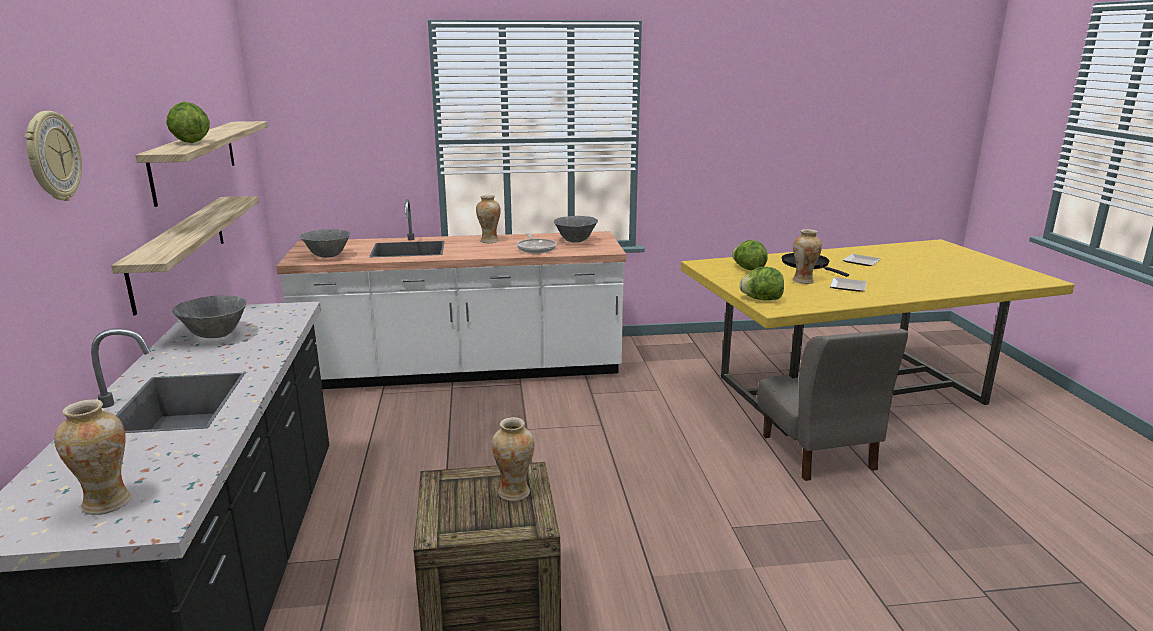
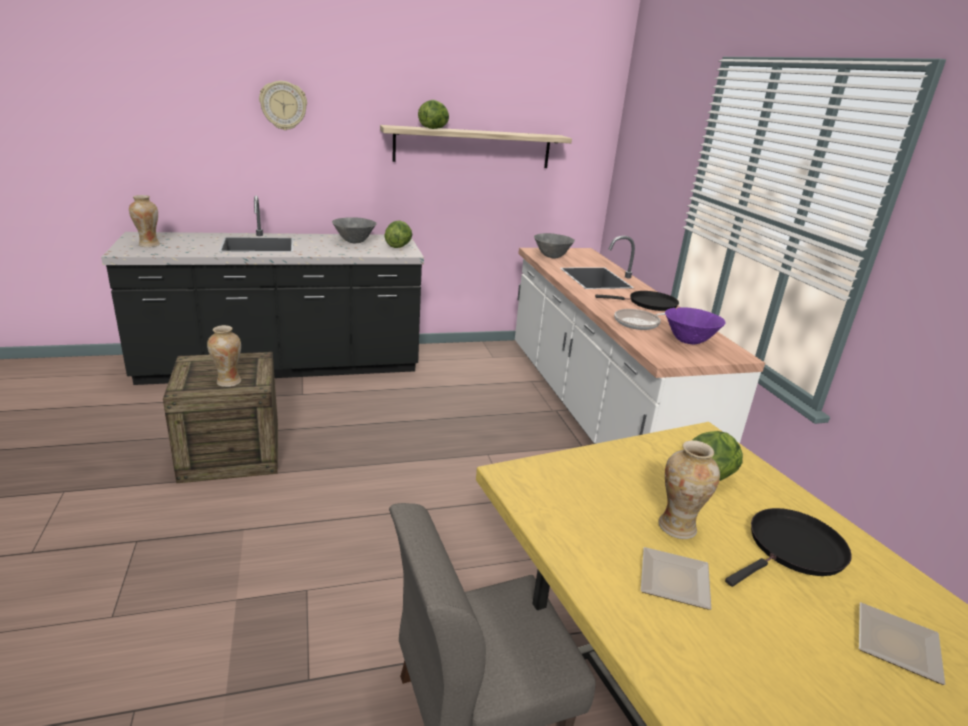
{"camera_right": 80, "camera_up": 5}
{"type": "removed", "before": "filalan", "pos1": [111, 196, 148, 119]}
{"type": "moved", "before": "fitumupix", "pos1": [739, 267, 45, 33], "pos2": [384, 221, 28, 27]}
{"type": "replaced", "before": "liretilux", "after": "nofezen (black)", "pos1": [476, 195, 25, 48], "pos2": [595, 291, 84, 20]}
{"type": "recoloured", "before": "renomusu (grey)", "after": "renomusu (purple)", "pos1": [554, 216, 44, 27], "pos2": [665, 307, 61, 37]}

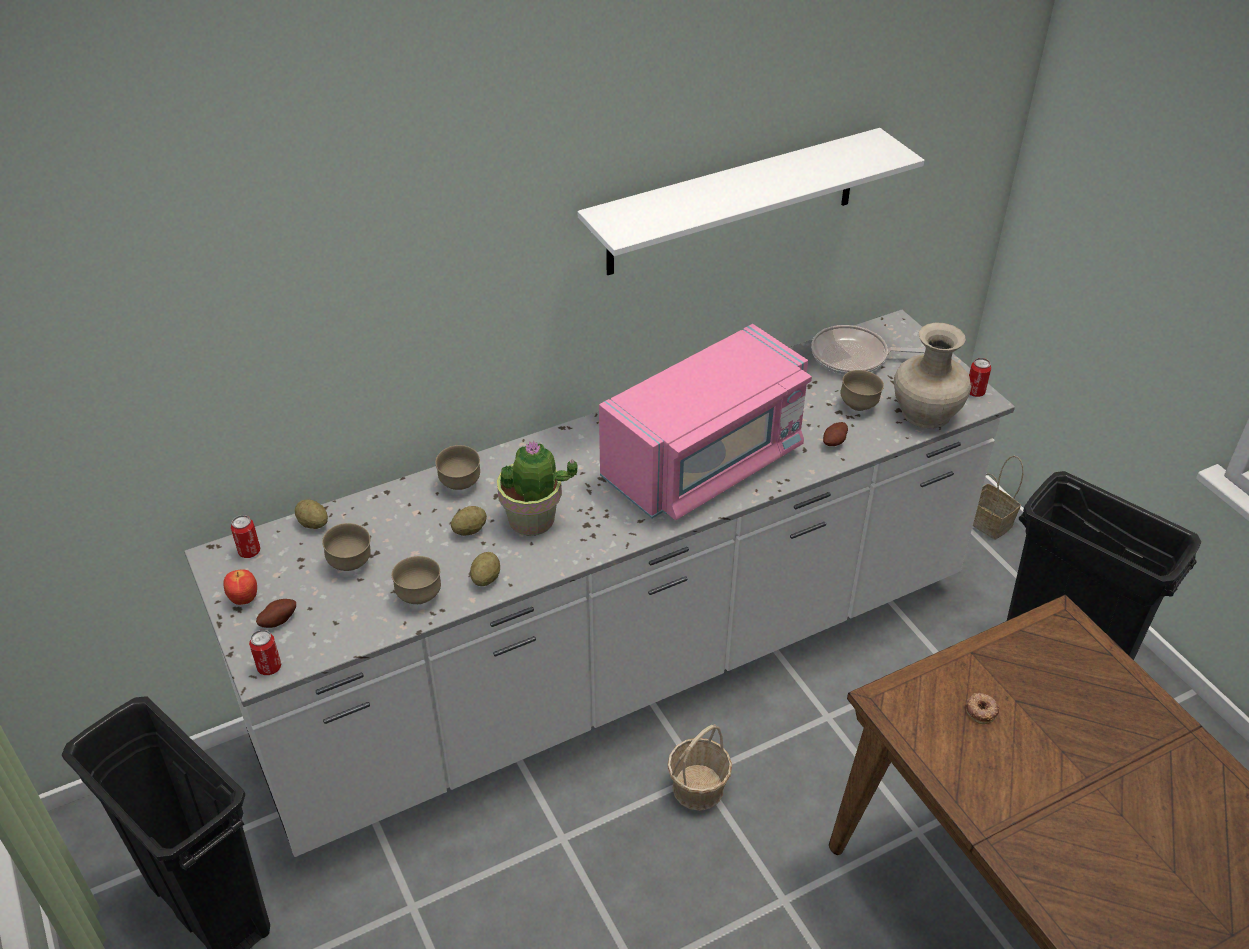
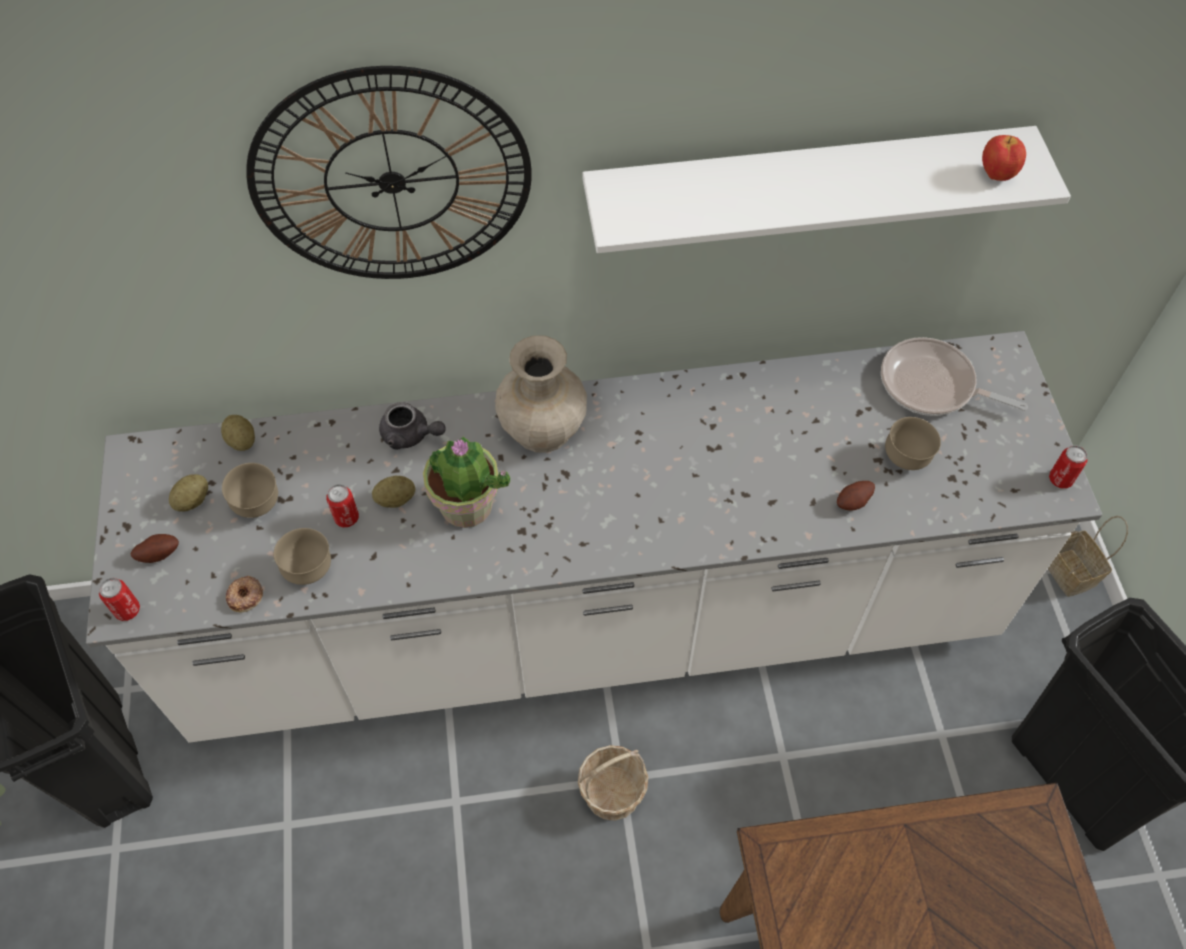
{"camera_right": 20, "camera_up": 15}
{"type": "removed", "before": "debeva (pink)", "pos1": [599, 324, 213, 196]}
{"type": "added", "after": "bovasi", "pos2": [246, 66, 286, 213]}
{"type": "moved", "before": "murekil", "pos1": [223, 569, 34, 36], "pos2": [982, 135, 44, 46]}
{"type": "moved", "before": "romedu", "pos1": [231, 515, 29, 43], "pos2": [326, 484, 33, 43]}
{"type": "moved", "before": "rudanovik", "pos1": [470, 552, 30, 34], "pos2": [169, 474, 39, 38]}
{"type": "moved", "before": "liretilux (beige)", "pos1": [894, 322, 77, 107], "pos2": [495, 335, 92, 118]}
{"type": "moved", "before": "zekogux", "pos1": [966, 693, 33, 31], "pos2": [226, 576, 37, 36]}
{"type": "replaced", "before": "renomusu (brown)", "after": "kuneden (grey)", "pos1": [435, 445, 45, 45], "pos2": [379, 402, 67, 48]}

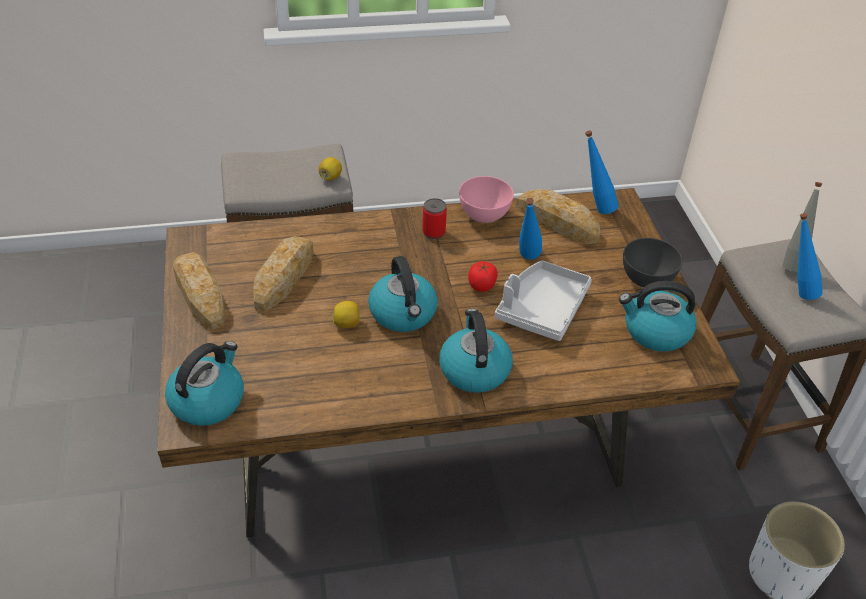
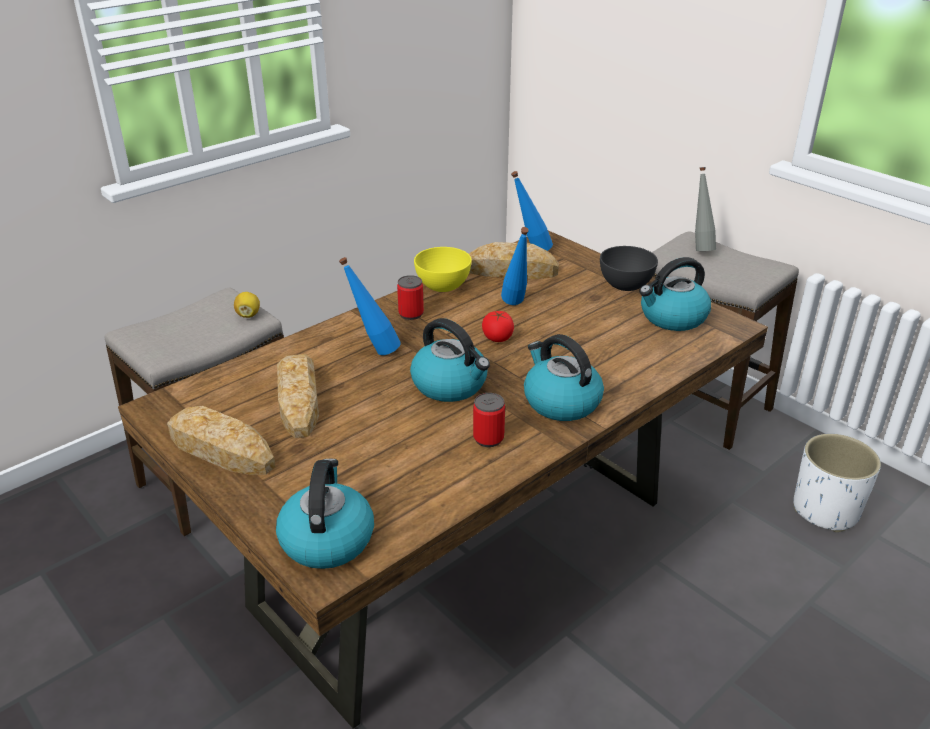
{"camera_right": -30, "camera_up": -10}
{"type": "removed", "before": "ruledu", "pos1": [332, 301, 28, 27]}
{"type": "removed", "before": "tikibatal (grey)", "pos1": [495, 261, 97, 80]}
{"type": "added", "after": "romedu", "pos2": [473, 393, 32, 54]}
{"type": "moved", "before": "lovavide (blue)", "pos1": [797, 213, 26, 87], "pos2": [339, 257, 62, 98]}
{"type": "recoloured", "before": "renomusu (pink)", "after": "renomusu (yellow)", "pos1": [459, 176, 55, 47], "pos2": [414, 247, 58, 45]}

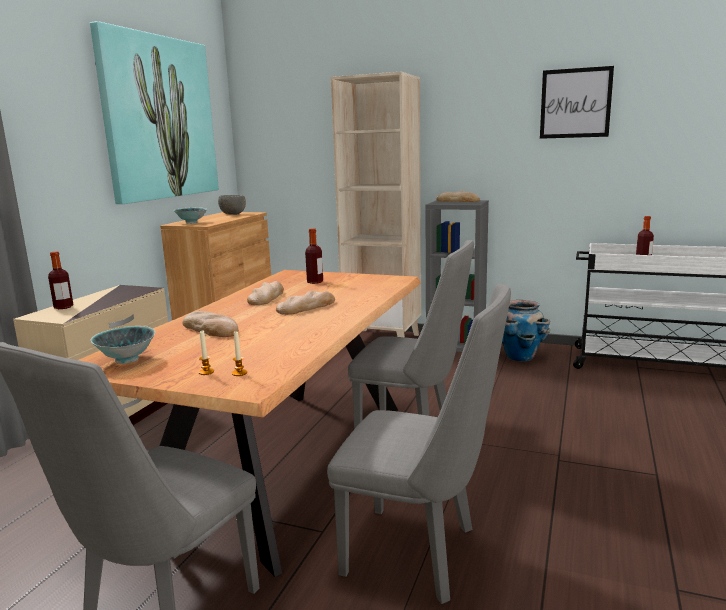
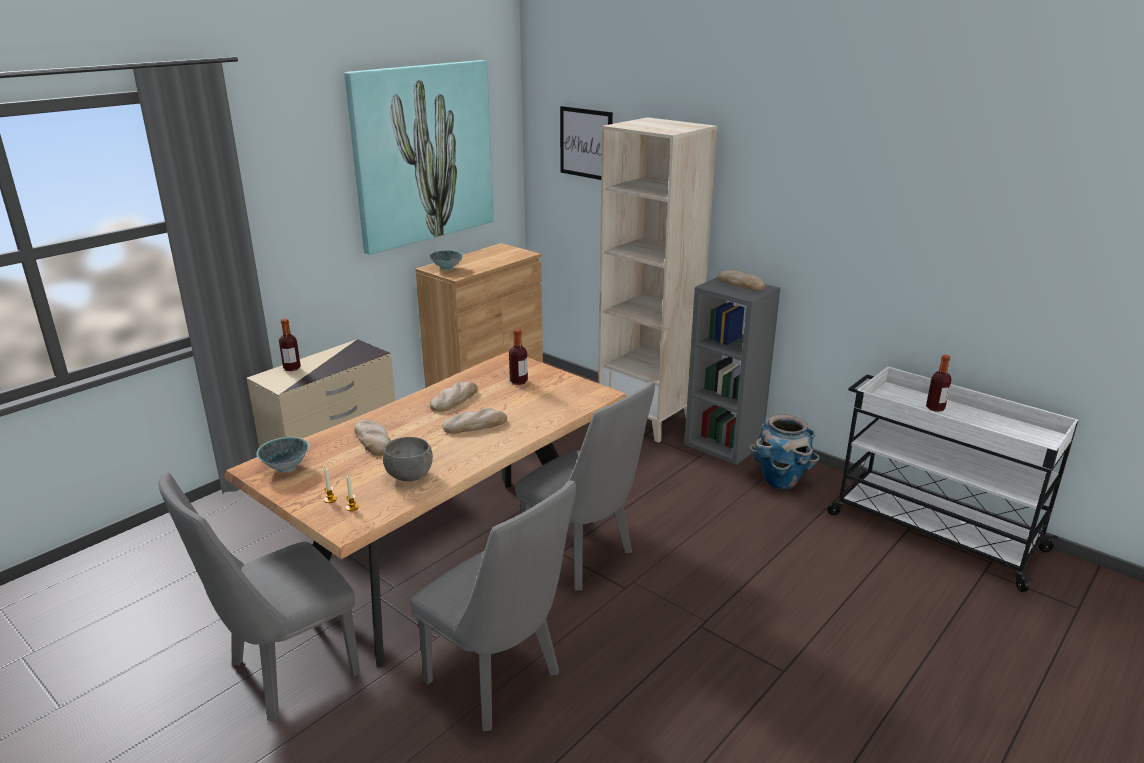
{"camera_right": 20, "camera_up": 10}
{"type": "moved", "before": "renomusu (grey)", "pos1": [218, 195, 28, 20], "pos2": [383, 437, 50, 44]}
{"type": "moved", "before": "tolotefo", "pos1": [540, 66, 74, 73], "pos2": [560, 106, 53, 74]}

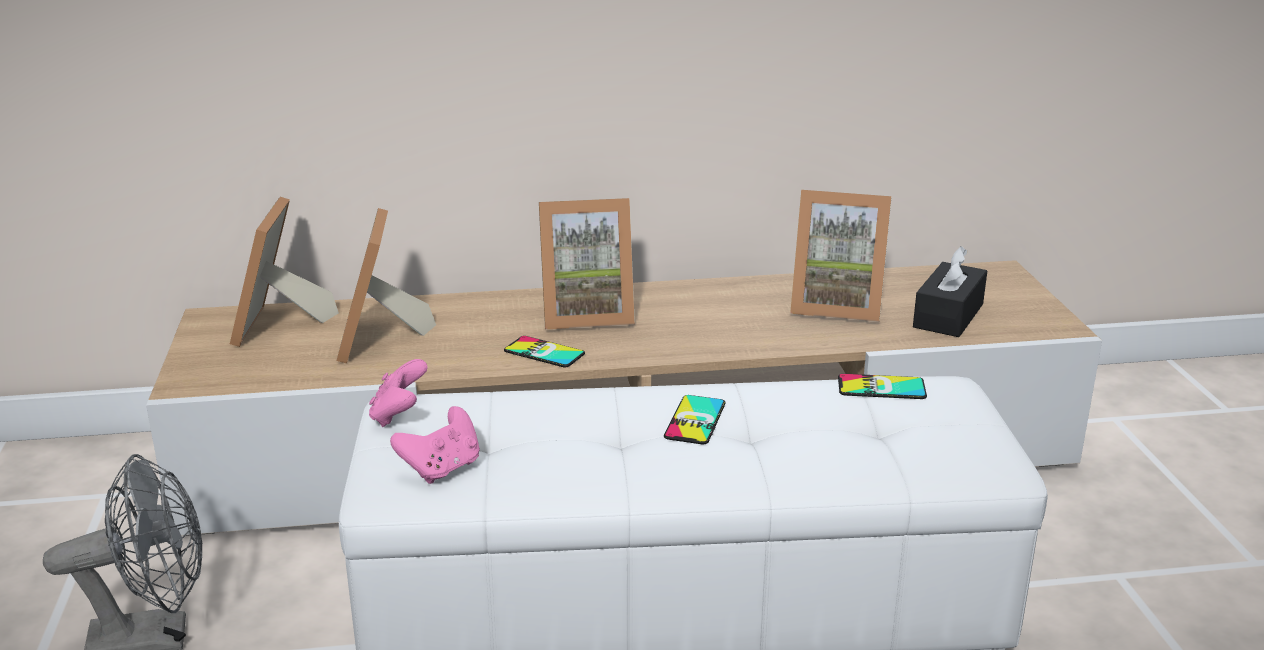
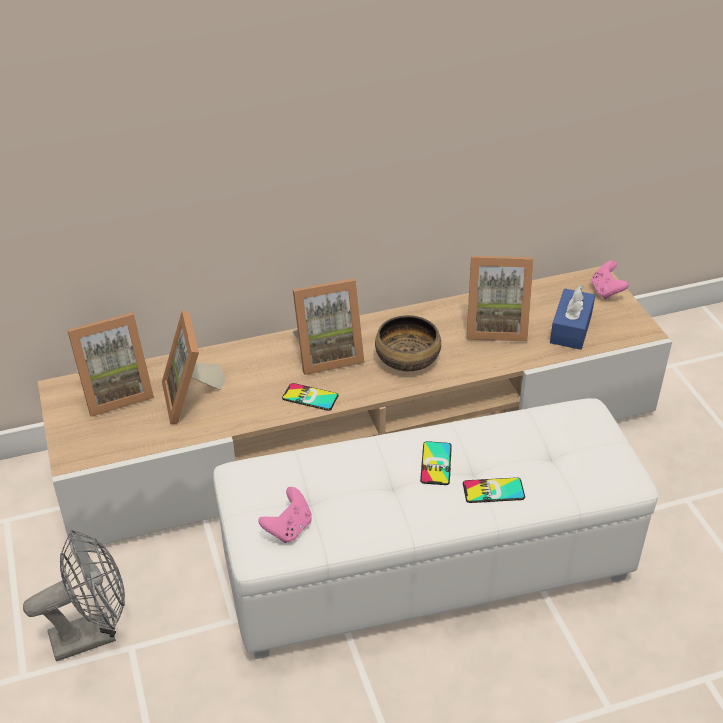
{"camera_right": -10, "camera_up": 15}
{"type": "added", "after": "renomusu", "pos2": [375, 315, 66, 56]}
{"type": "moved", "before": "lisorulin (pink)", "pos1": [369, 359, 59, 68], "pos2": [591, 260, 38, 40]}
{"type": "moved", "before": "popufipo", "pos1": [838, 374, 89, 25], "pos2": [463, 477, 62, 26]}
{"type": "recoloured", "before": "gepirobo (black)", "after": "gepirobo (blue)", "pos1": [913, 246, 74, 91], "pos2": [550, 285, 45, 65]}
{"type": "turned", "before": "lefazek", "pos1": [230, 197, 109, 150], "pos2": [67, 312, 87, 105], "turn": -105}

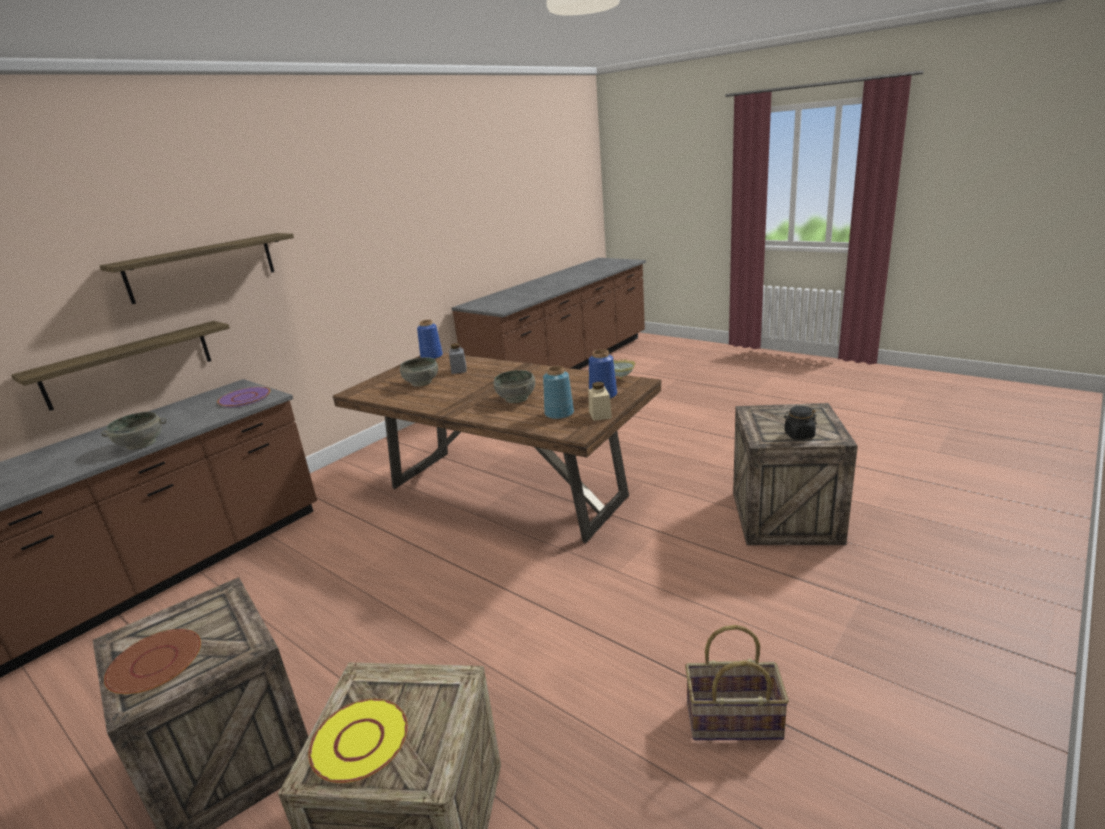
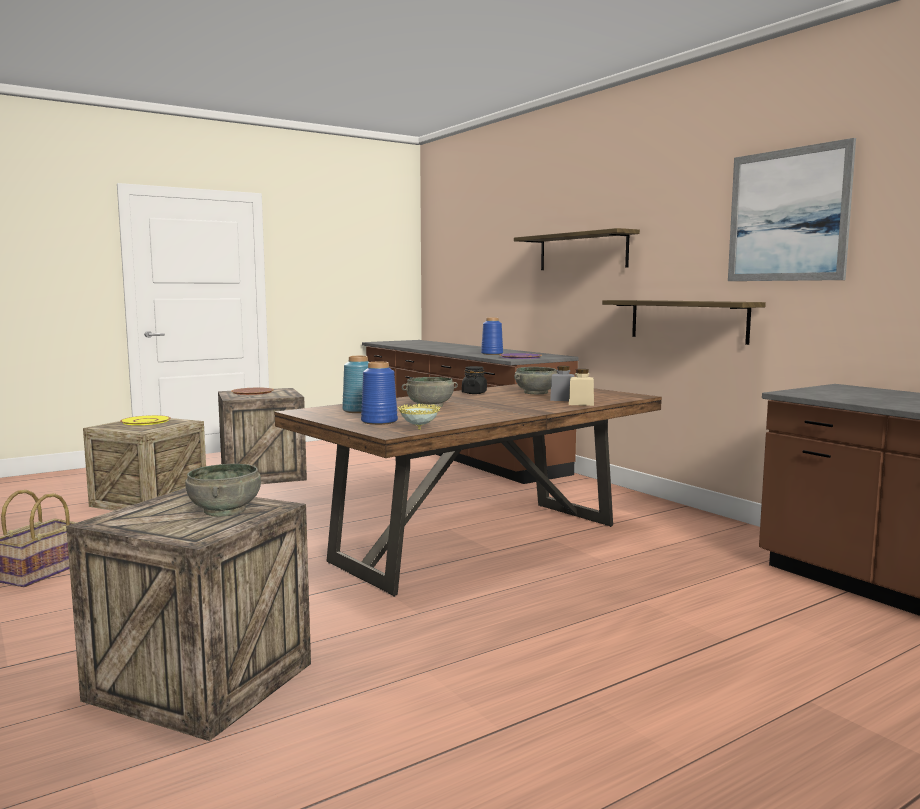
{"camera_right": 105, "camera_up": -15}
{"type": "added", "after": "tolotefo", "pos2": [728, 138, 128, 143]}
{"type": "moved", "before": "filalan", "pos1": [11, 321, 219, 90], "pos2": [602, 300, 164, 45]}
{"type": "moved", "before": "renomusu (grey)", "pos1": [101, 412, 66, 38], "pos2": [185, 464, 76, 53]}
{"type": "moved", "before": "liretilux (blue)", "pos1": [417, 320, 26, 39], "pos2": [481, 318, 22, 37]}
{"type": "moved", "before": "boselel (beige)", "pos1": [588, 382, 24, 39], "pos2": [569, 369, 25, 37]}
{"type": "moved", "before": "boselel (black)", "pos1": [784, 406, 33, 34], "pos2": [462, 366, 25, 28]}

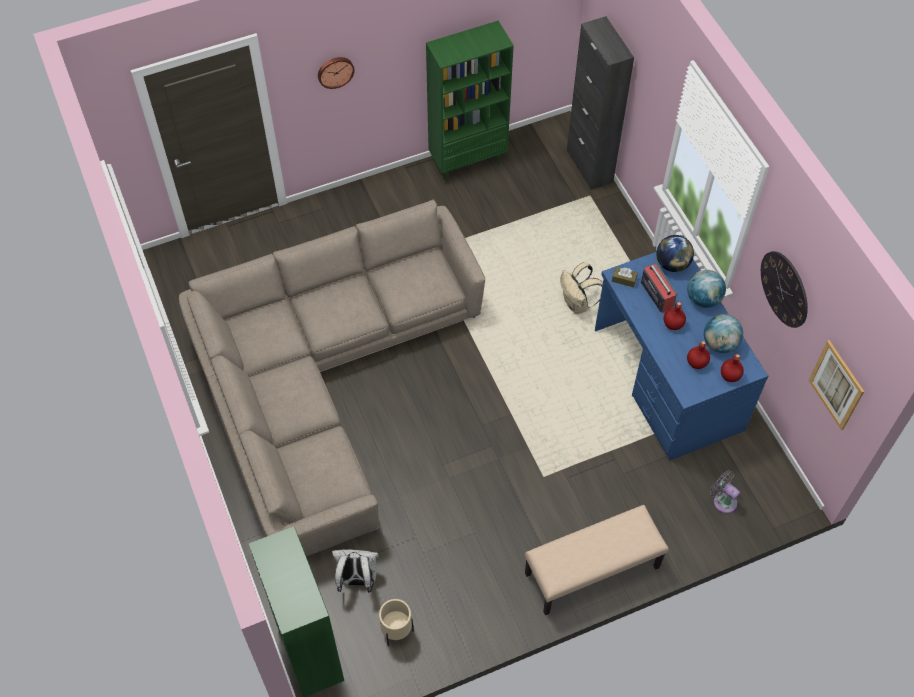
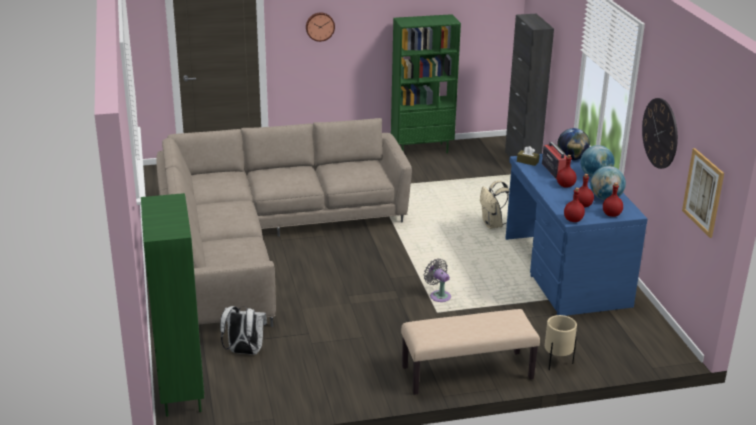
{"camera_right": 10, "camera_up": -30}
{"type": "added", "after": "lovavide (red)", "pos2": [564, 188, 21, 34]}
{"type": "moved", "before": "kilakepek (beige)", "pos1": [379, 599, 35, 47], "pos2": [545, 315, 32, 55]}
{"type": "moved", "before": "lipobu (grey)", "pos1": [710, 470, 30, 43], "pos2": [424, 258, 27, 44]}

